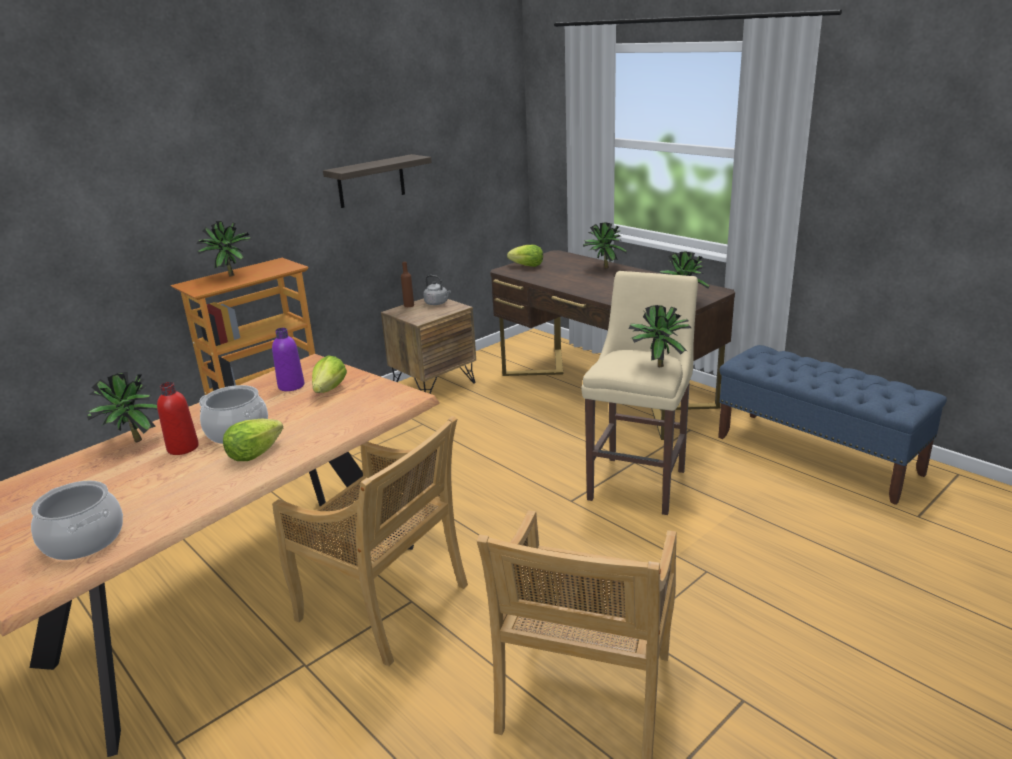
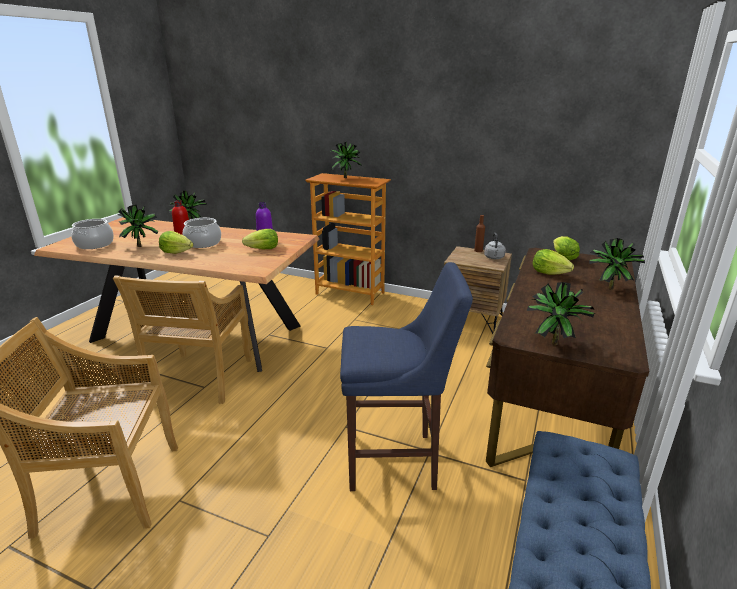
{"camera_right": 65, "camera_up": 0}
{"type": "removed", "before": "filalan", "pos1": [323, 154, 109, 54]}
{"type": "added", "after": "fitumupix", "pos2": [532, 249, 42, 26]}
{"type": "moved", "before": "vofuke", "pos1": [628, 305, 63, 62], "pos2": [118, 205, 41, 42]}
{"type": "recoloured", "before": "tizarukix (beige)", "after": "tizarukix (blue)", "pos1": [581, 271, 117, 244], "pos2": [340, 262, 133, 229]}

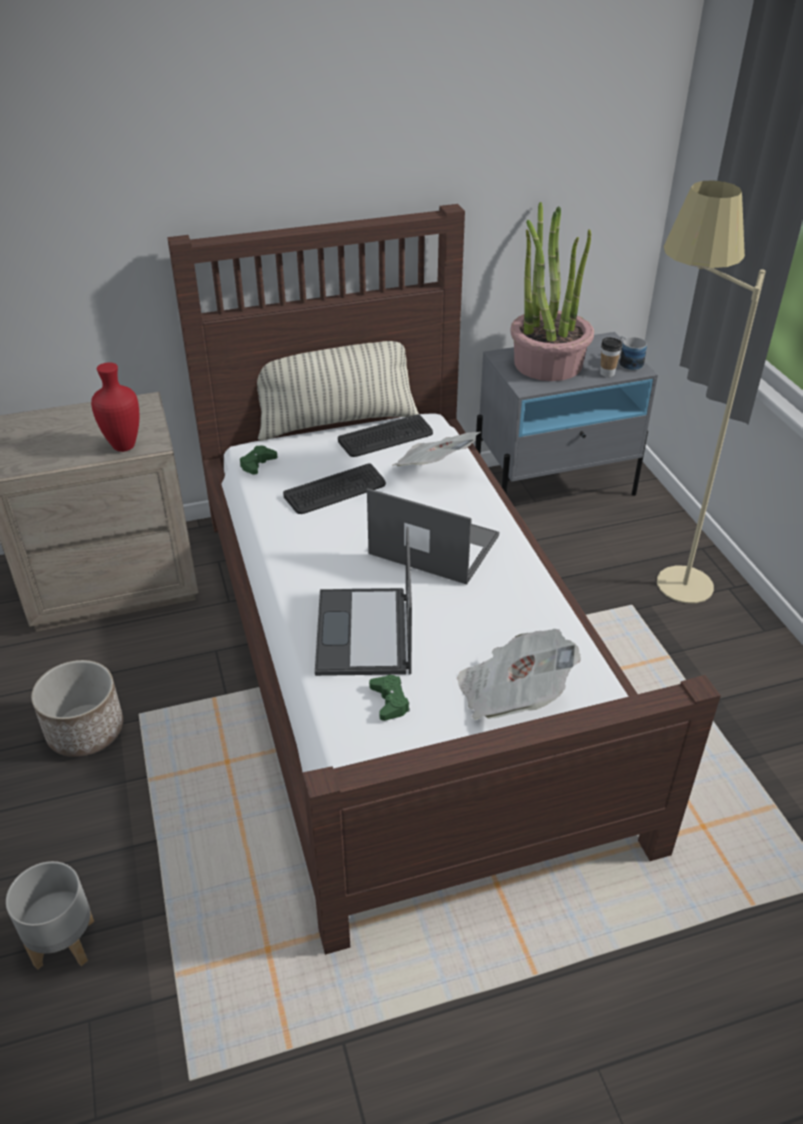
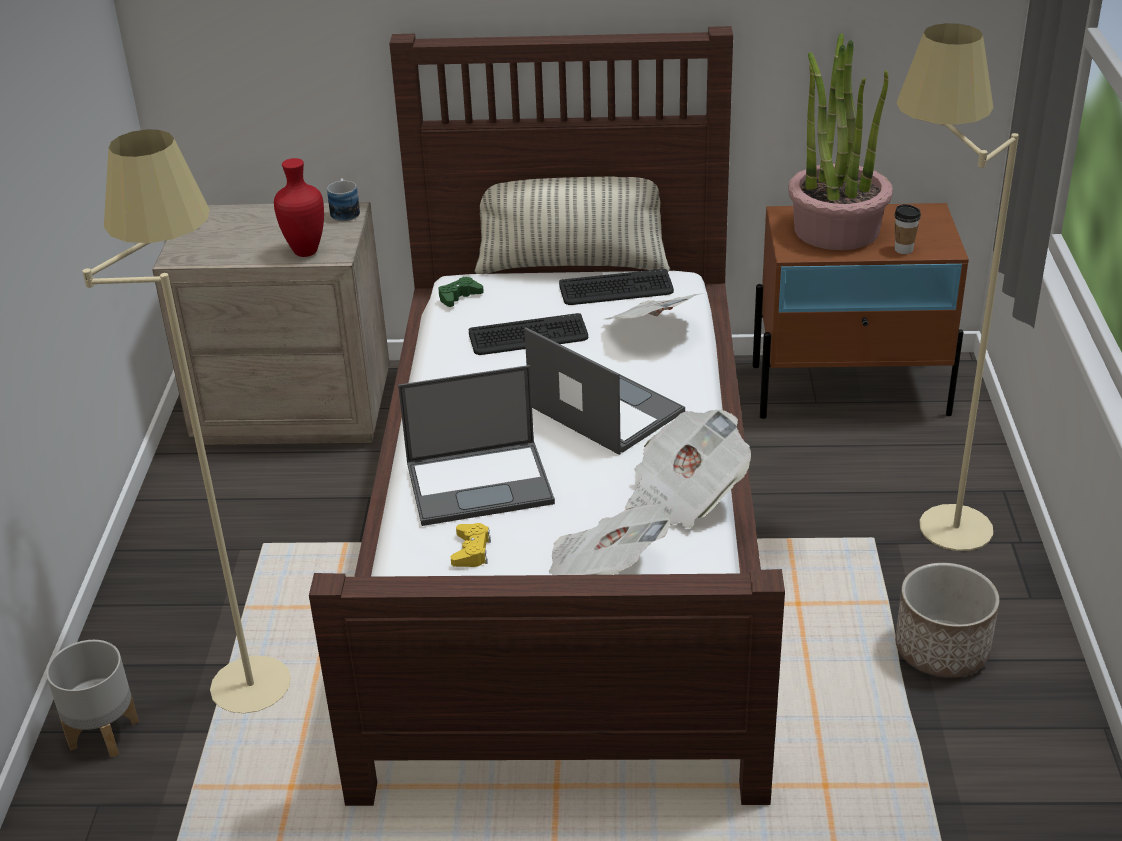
{"camera_right": 20, "camera_up": -5}
{"type": "added", "after": "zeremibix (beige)", "pos2": [82, 129, 209, 584]}
{"type": "added", "after": "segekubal", "pos2": [625, 410, 126, 118]}
{"type": "moved", "before": "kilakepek", "pos1": [31, 660, 92, 97], "pos2": [895, 563, 104, 115]}
{"type": "moved", "before": "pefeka", "pos1": [619, 336, 28, 35], "pos2": [327, 178, 33, 43]}
{"type": "recoloured", "before": "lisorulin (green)", "after": "lisorulin (yellow)", "pos1": [369, 675, 41, 46], "pos2": [451, 523, 40, 44]}
{"type": "recoloured", "before": "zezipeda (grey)", "after": "zezipeda (brown)", "pos1": [475, 332, 183, 164], "pos2": [753, 203, 216, 216]}
{"type": "turned", "before": "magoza", "pos1": [315, 527, 97, 149], "pos2": [398, 365, 157, 161], "turn": -120}

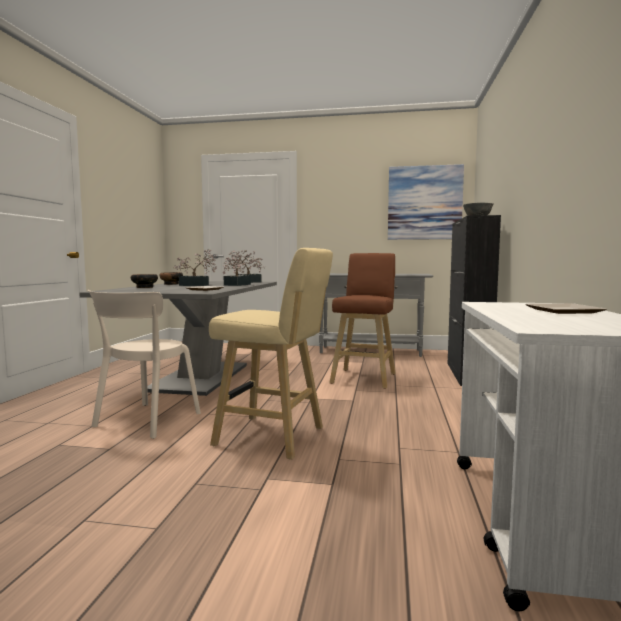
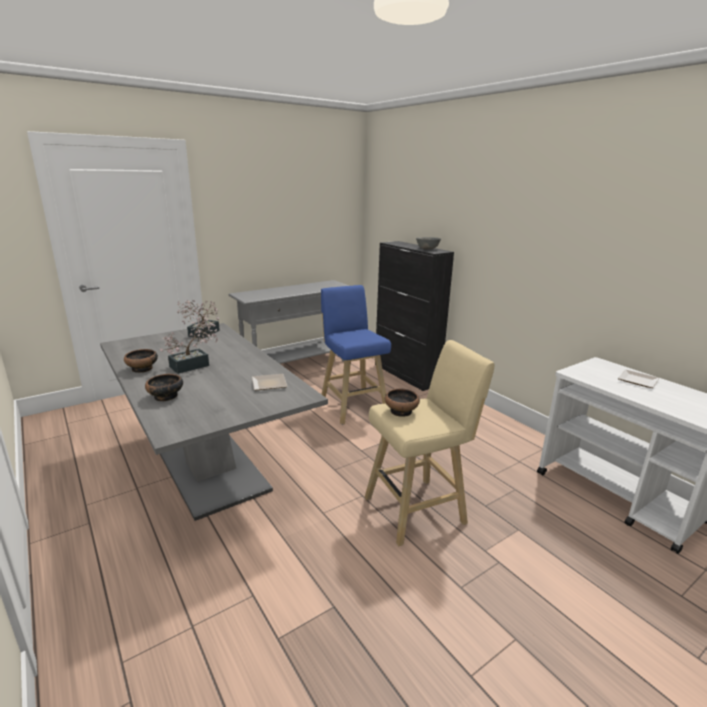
{"camera_right": -45, "camera_up": 15}
{"type": "removed", "before": "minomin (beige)", "pos1": [88, 290, 113, 149]}
{"type": "removed", "before": "vofuke", "pos1": [223, 250, 33, 36]}
{"type": "removed", "before": "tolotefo", "pos1": [388, 164, 76, 76]}
{"type": "added", "after": "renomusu", "pos2": [385, 389, 35, 28]}
{"type": "recoloured", "before": "tizarukix (brown)", "after": "tizarukix (blue)", "pos1": [329, 253, 67, 136], "pos2": [321, 285, 70, 140]}

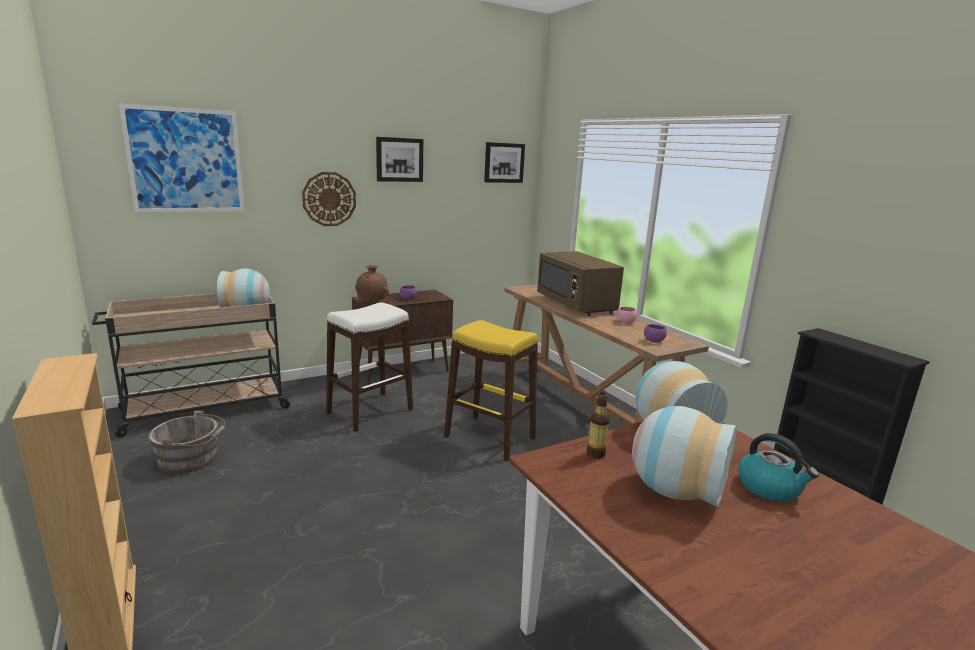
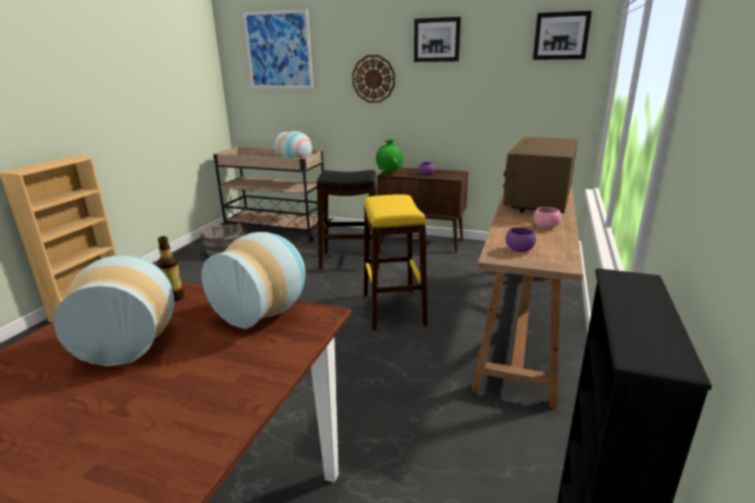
{"camera_right": 50, "camera_up": 5}
{"type": "removed", "before": "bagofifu", "pos1": [738, 433, 81, 69]}
{"type": "recoloured", "before": "tizarukix (white)", "after": "tizarukix (black)", "pos1": [326, 302, 87, 130], "pos2": [317, 170, 63, 99]}
{"type": "recoloured", "before": "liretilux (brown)", "after": "liretilux (green)", "pos1": [355, 265, 34, 39], "pos2": [376, 139, 27, 35]}

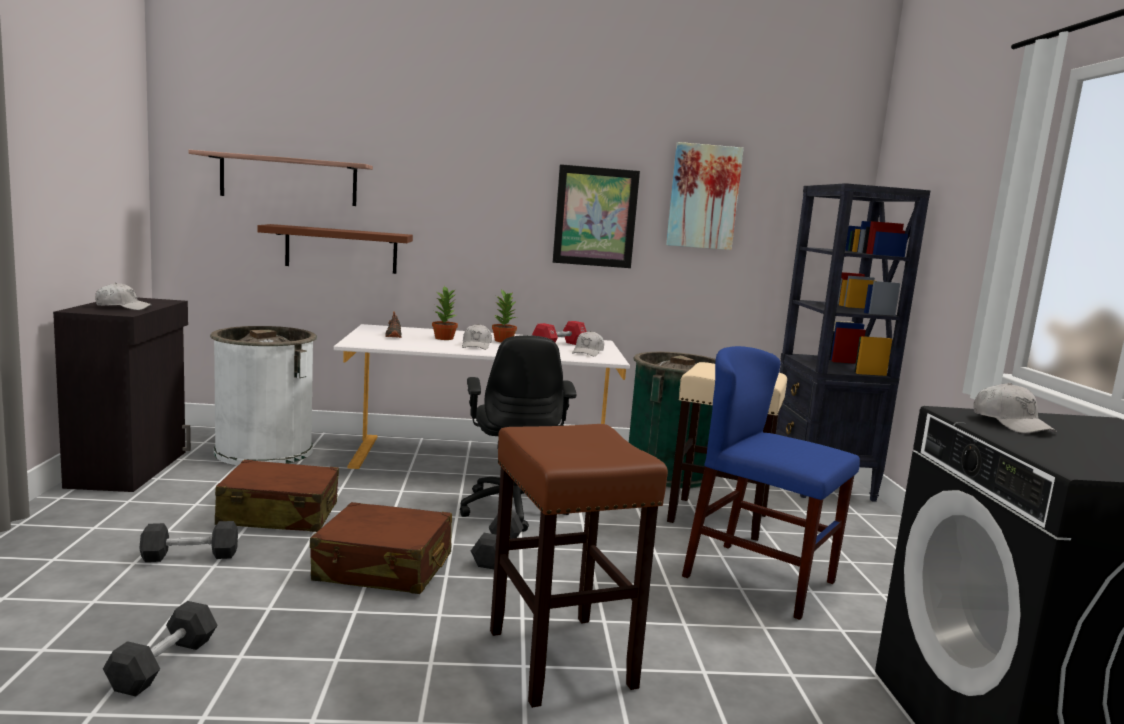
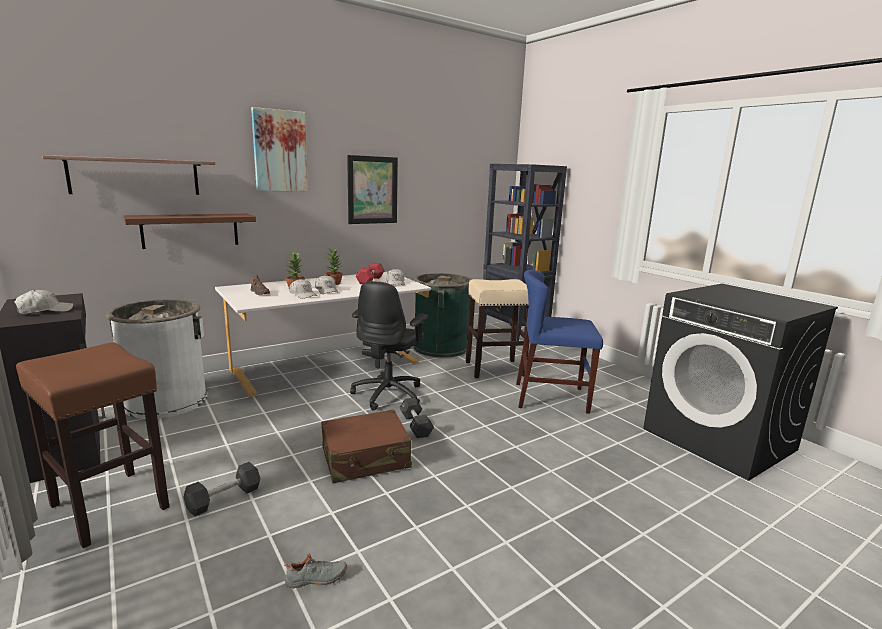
{"camera_right": -30, "camera_up": 5}
{"type": "removed", "before": "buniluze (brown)", "pos1": [215, 459, 124, 73]}
{"type": "moved", "before": "tizarukix (brown)", "pos1": [490, 424, 178, 284], "pos2": [16, 342, 153, 206]}
{"type": "moved", "before": "tolotefo", "pos1": [666, 142, 78, 108], "pos2": [251, 107, 57, 84]}
{"type": "moved", "before": "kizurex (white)", "pos1": [973, 383, 84, 50], "pos2": [290, 279, 27, 20]}
{"type": "replaced", "before": "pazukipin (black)", "after": "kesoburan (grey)", "pos1": [103, 601, 115, 95], "pos2": [284, 553, 63, 35]}
{"type": "turned", "before": "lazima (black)", "pos1": [460, 335, 117, 197], "pos2": [350, 281, 78, 130], "turn": 60}

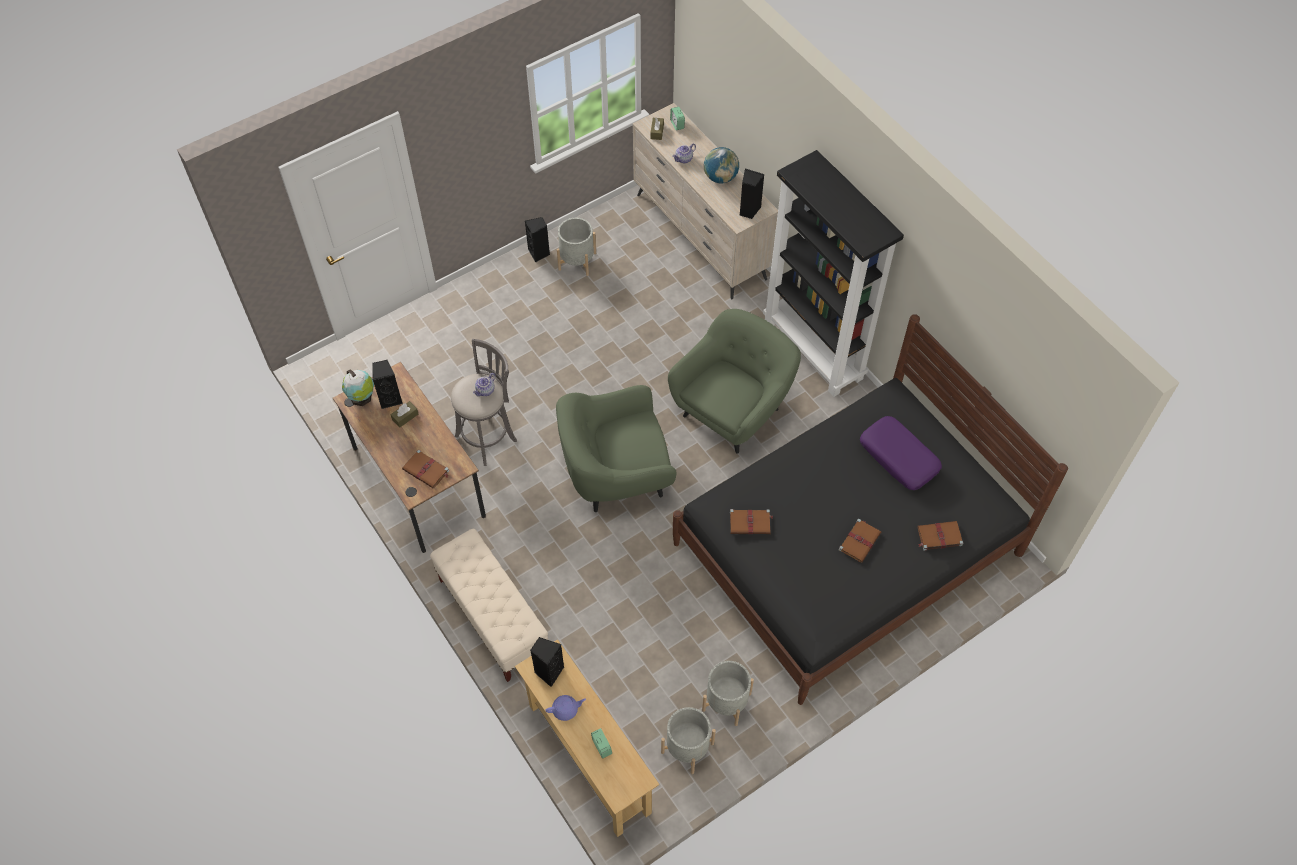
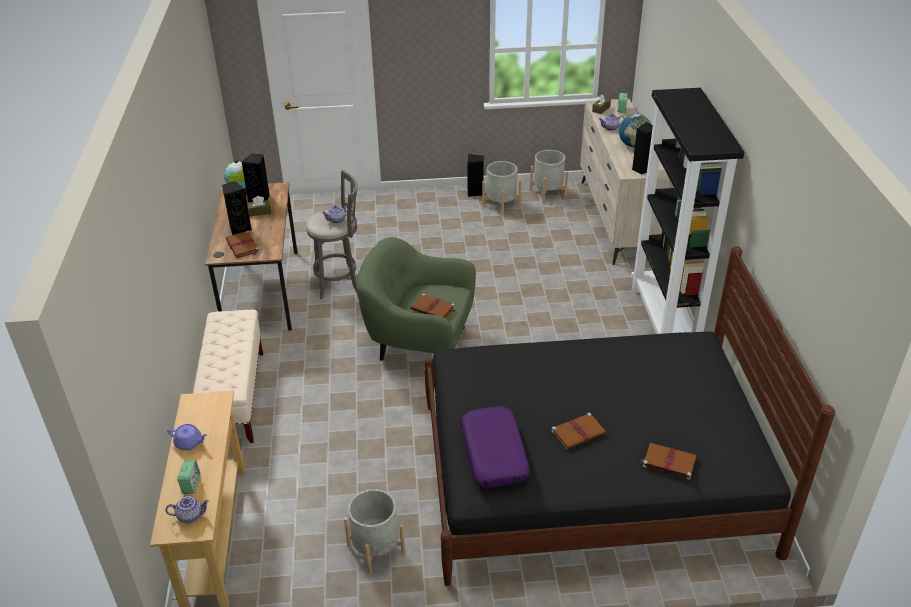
{"camera_right": 30, "camera_up": -20}
{"type": "removed", "before": "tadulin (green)", "pos1": [668, 309, 133, 144]}
{"type": "added", "after": "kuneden", "pos2": [166, 496, 43, 27]}
{"type": "moved", "before": "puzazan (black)", "pos1": [530, 637, 34, 50], "pos2": [222, 182, 30, 53]}
{"type": "moved", "before": "kilakepek (grey)", "pos1": [661, 707, 55, 67], "pos2": [530, 150, 38, 53]}
{"type": "moved", "before": "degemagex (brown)", "pos1": [730, 509, 43, 25], "pos2": [411, 293, 44, 25]}
{"type": "moved", "before": "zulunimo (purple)", "pos1": [860, 416, 82, 74], "pos2": [461, 406, 69, 82]}

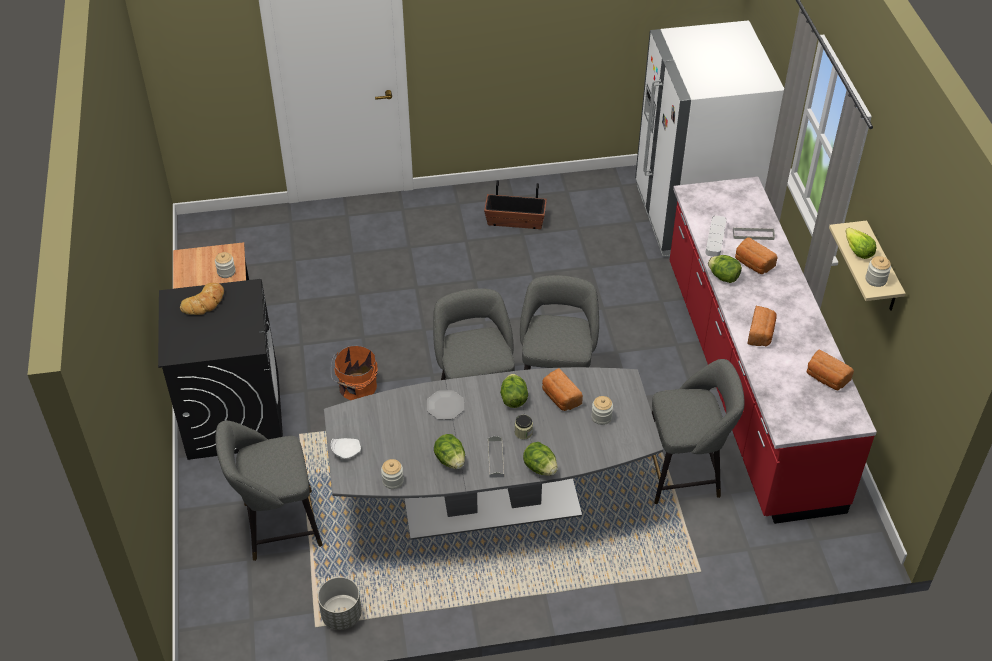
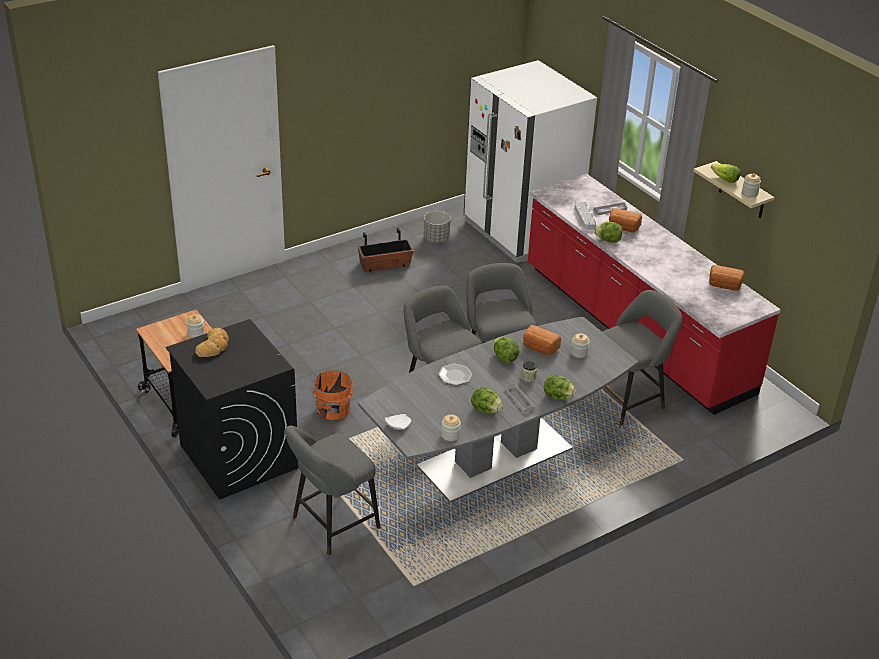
{"camera_right": -25, "camera_up": -10}
{"type": "removed", "before": "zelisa", "pos1": [747, 306, 29, 40]}
{"type": "moved", "before": "kilakepek (grey)", "pos1": [318, 577, 44, 53], "pos2": [424, 211, 27, 32]}

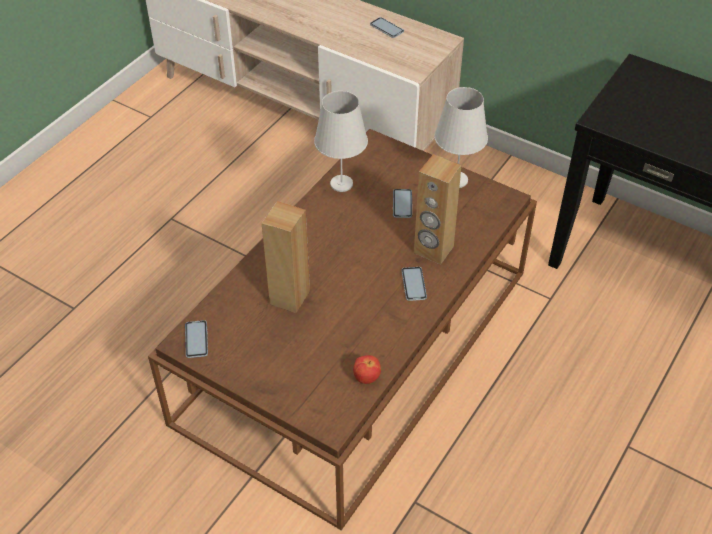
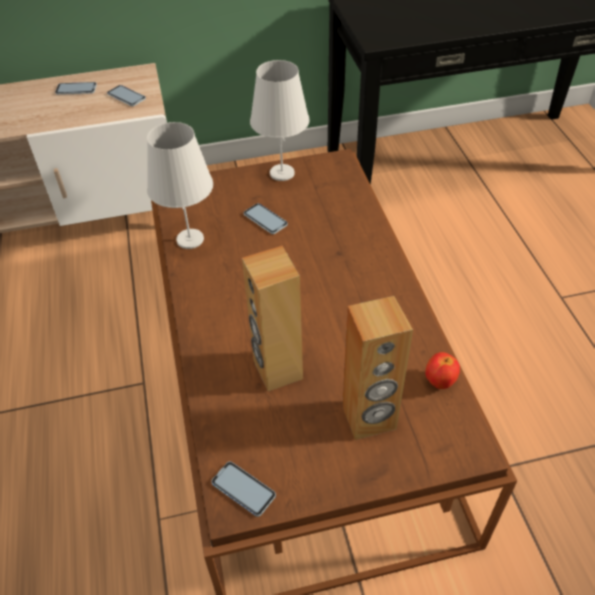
{"camera_right": -45, "camera_up": 0}
{"type": "moved", "before": "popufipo", "pos1": [402, 267, 25, 34], "pos2": [107, 85, 39, 21]}
{"type": "moved", "before": "puzazan (brown)", "pos1": [414, 154, 47, 111], "pos2": [342, 296, 71, 144]}

